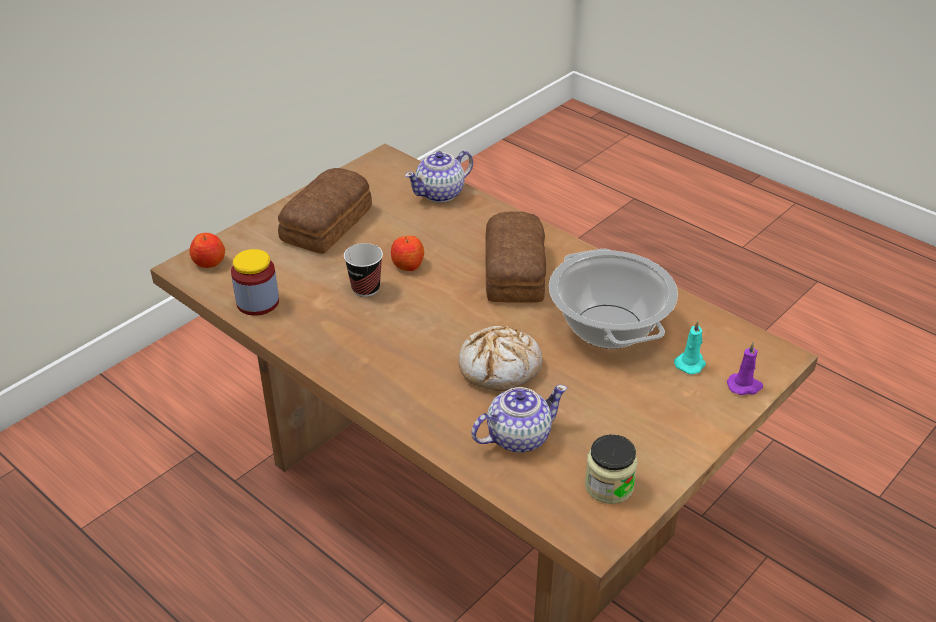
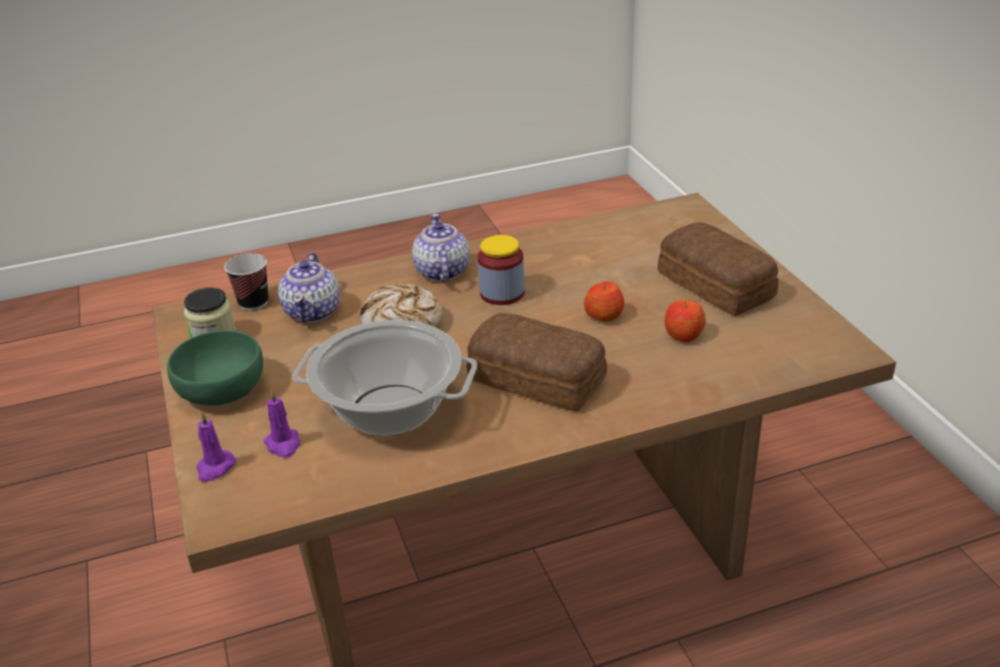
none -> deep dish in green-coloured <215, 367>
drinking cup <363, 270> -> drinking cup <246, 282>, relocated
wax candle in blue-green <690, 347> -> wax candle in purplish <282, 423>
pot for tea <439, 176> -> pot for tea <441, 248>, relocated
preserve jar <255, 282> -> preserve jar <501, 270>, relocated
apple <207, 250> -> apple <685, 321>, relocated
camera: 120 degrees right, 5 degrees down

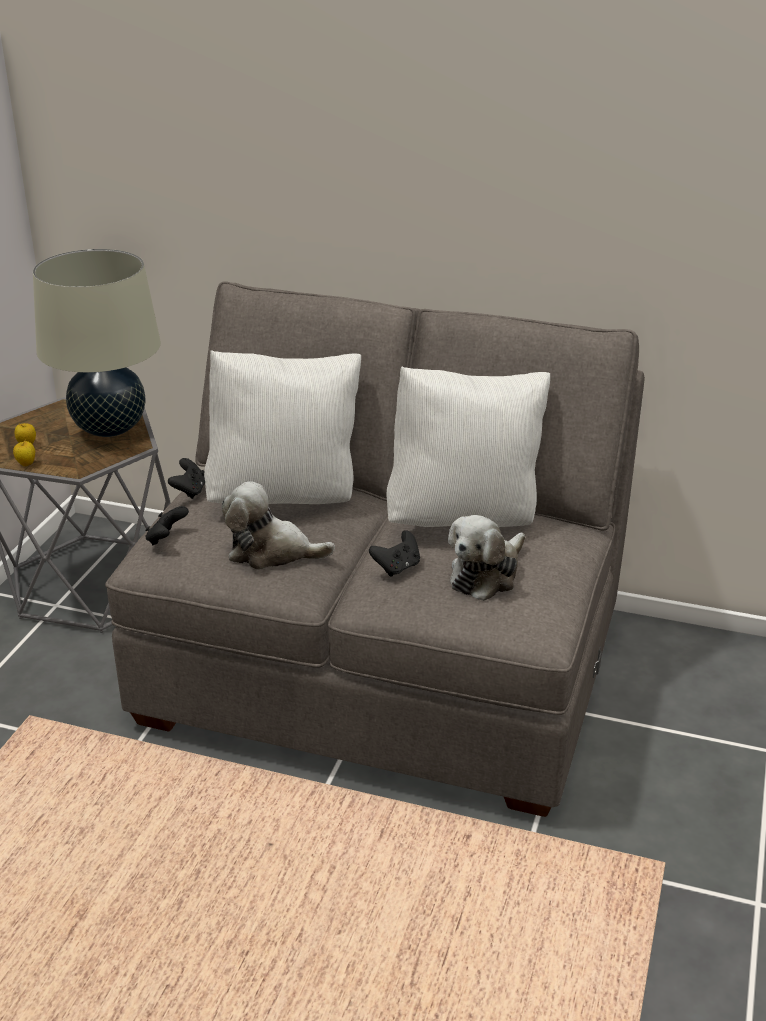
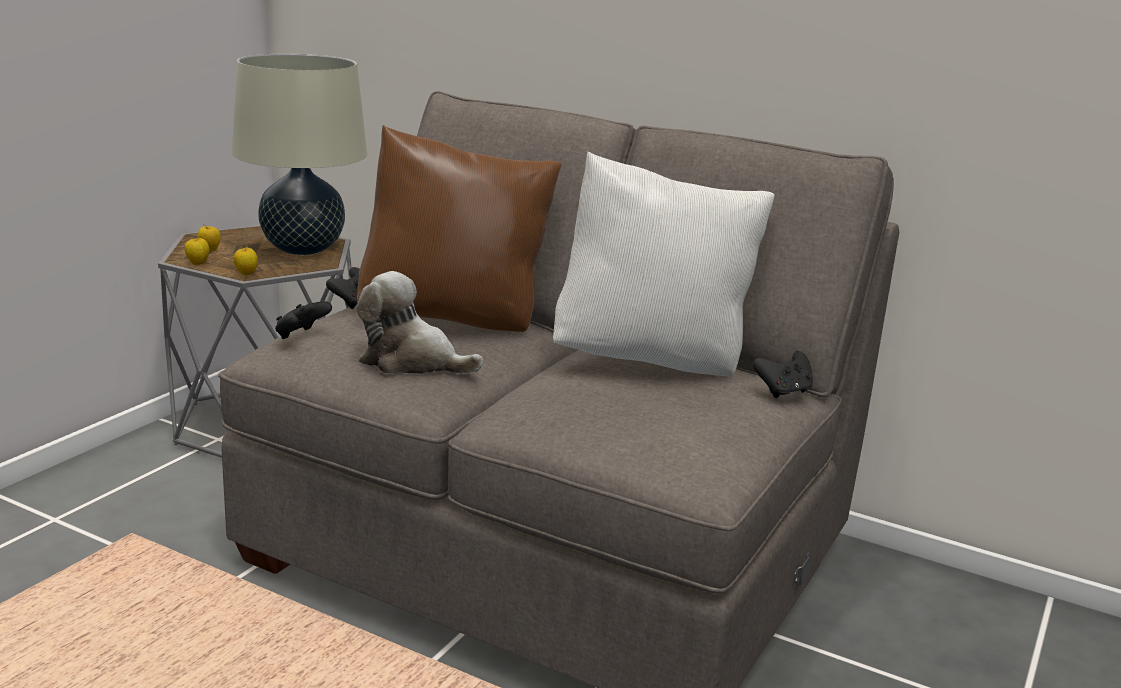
none -> apple <245, 260>
pillow in white-coloured <282, 427> -> pillow in brownish <459, 228>
gamepad in blackish <394, 553> -> gamepad in blackish <783, 374>, relocated
cuddly toy <486, 558> -> none
camera: 10 degrees right, 10 degrees down

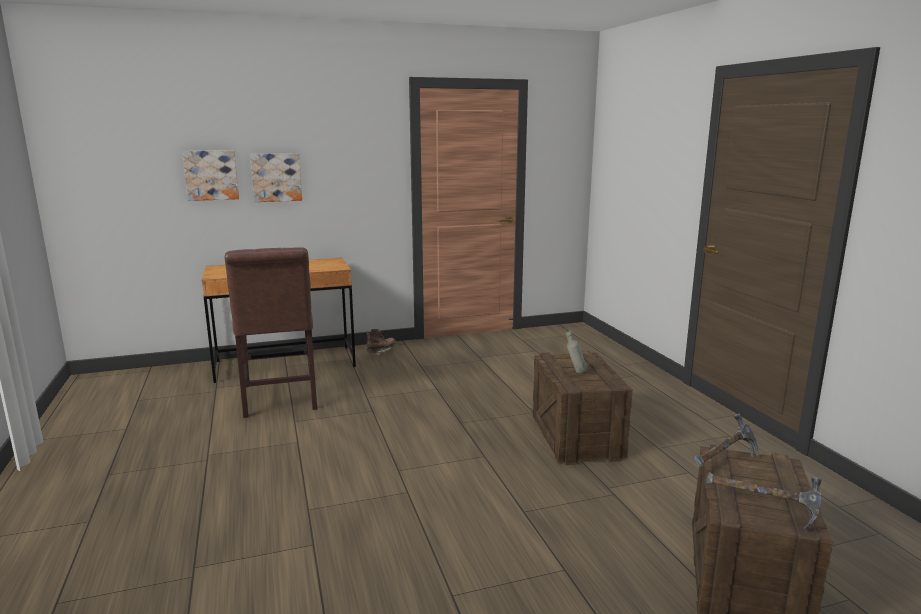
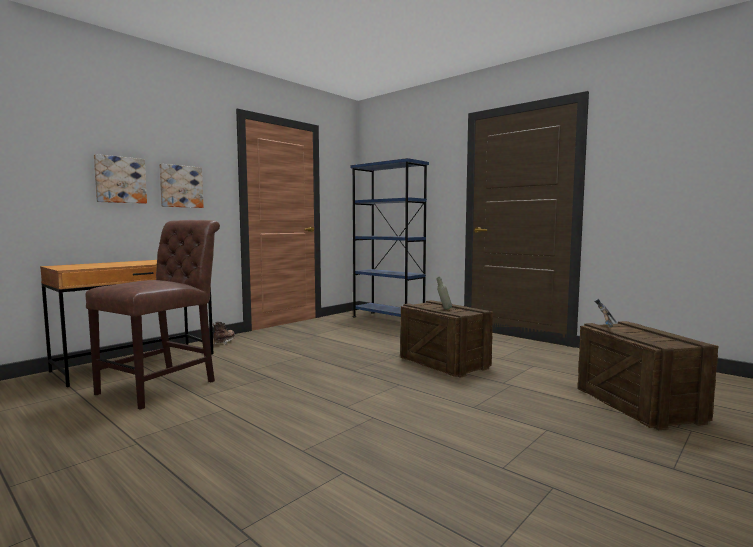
plain chair in brownish <271, 332> -> plain chair in brownish <152, 315>, 105 degrees counterclockwise
picture <210, 175> -> picture <181, 186>, relocated
none -> bookshelf in blue-coloured <390, 237>
tool hammer <764, 500> -> none
camera: 30 degrees left, 10 degrees down

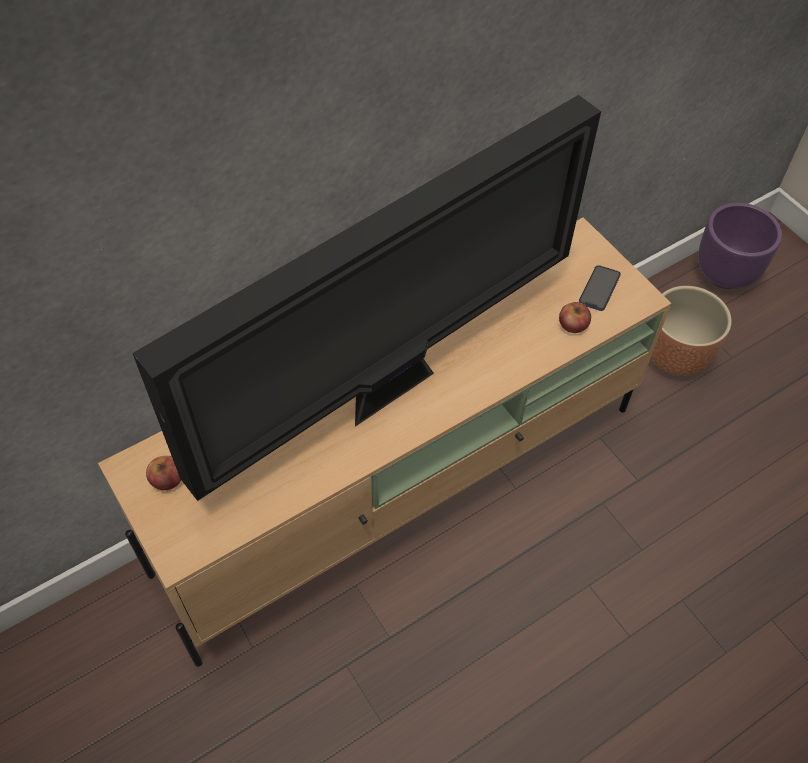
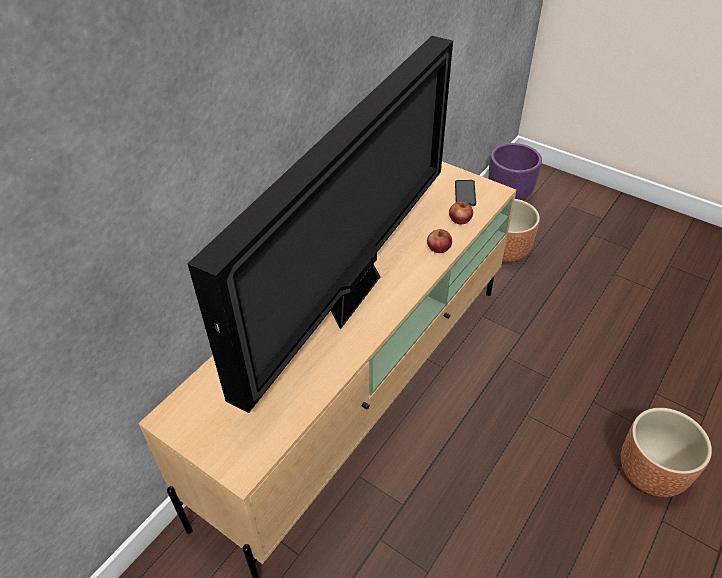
apple <163, 473> -> apple <439, 241>, relocated
none -> flower pot in brownish <666, 452>
camera: 20 degrees left, 10 degrees down

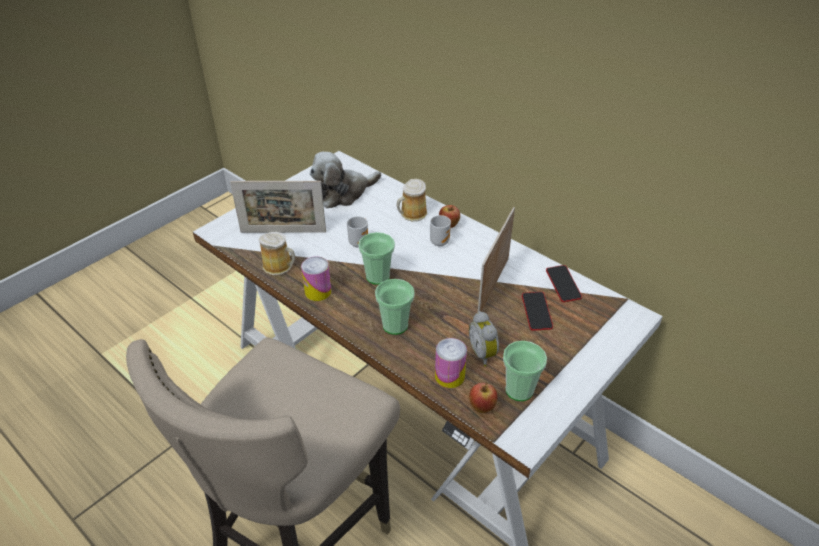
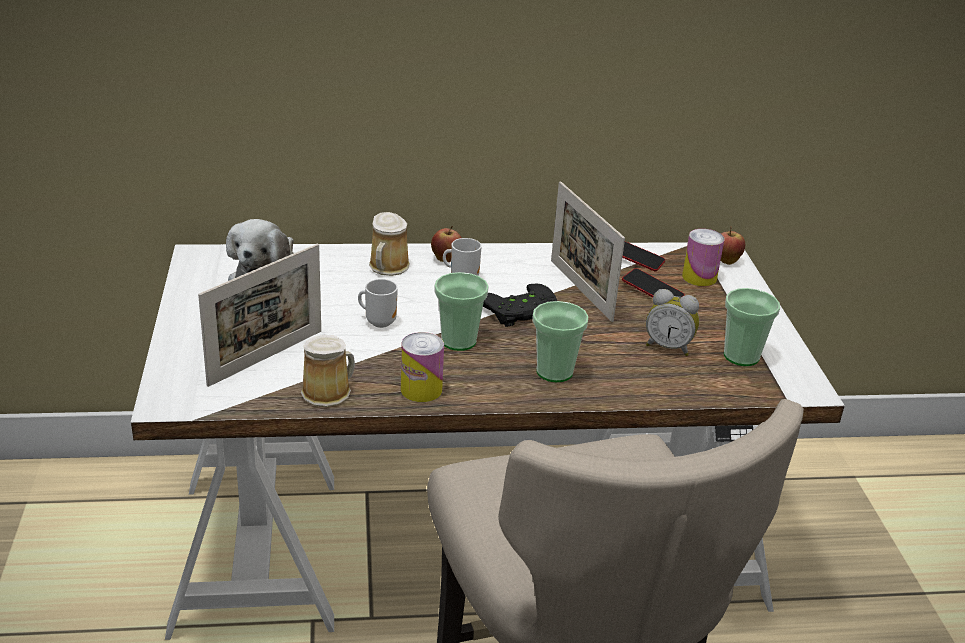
none -> gamepad in blackish <520, 305>
sealed can <451, 363> -> sealed can <703, 257>, relocated
apple <483, 398> -> apple <733, 245>, relocated
camera: 50 degrees left, 10 degrees down

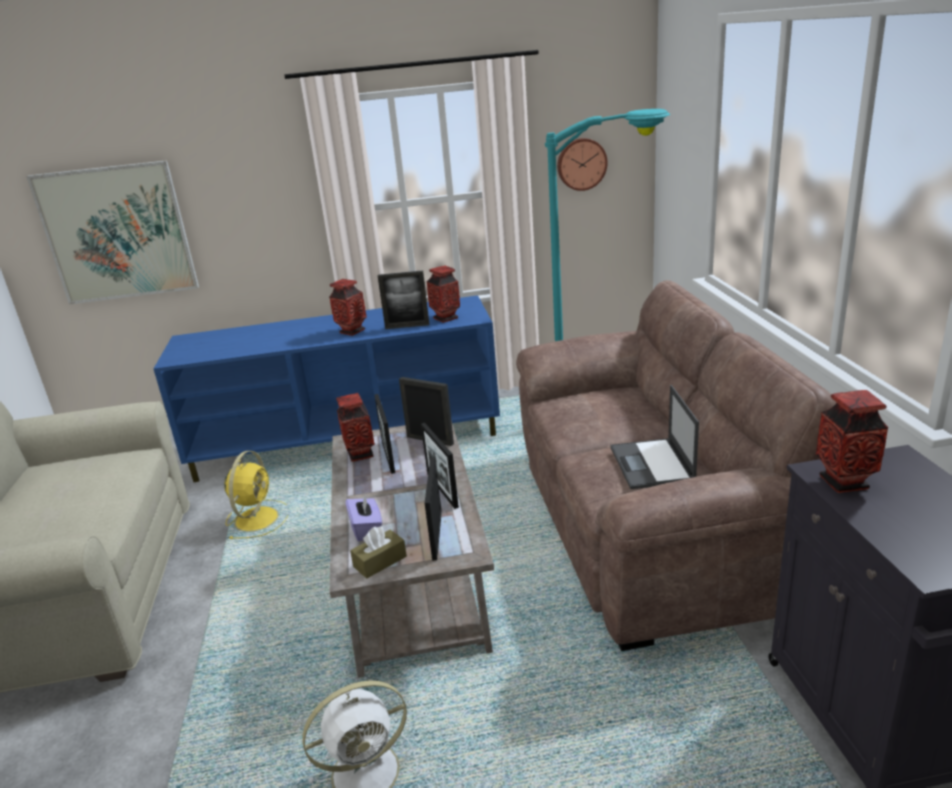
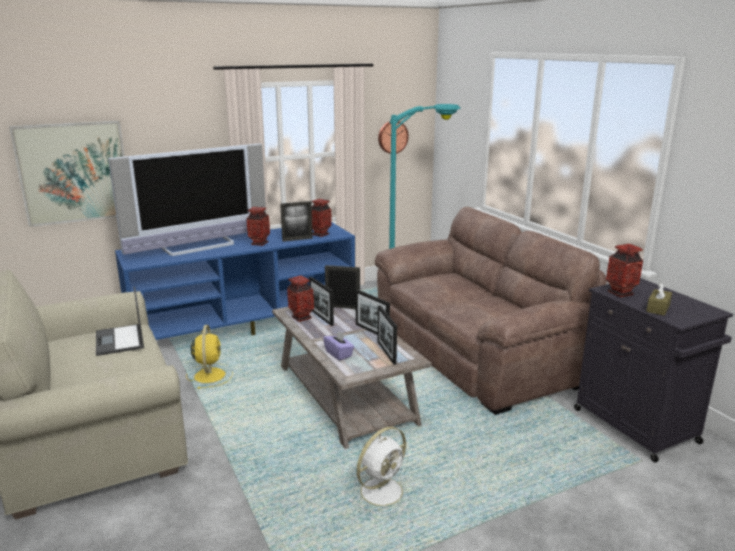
portable computer <655, 437> -> portable computer <120, 321>, relocated
none -> TV <187, 199>
tissue box in brownish <378, 552> -> tissue box in brownish <659, 299>, relocated
camera: 20 degrees left, 5 degrees down

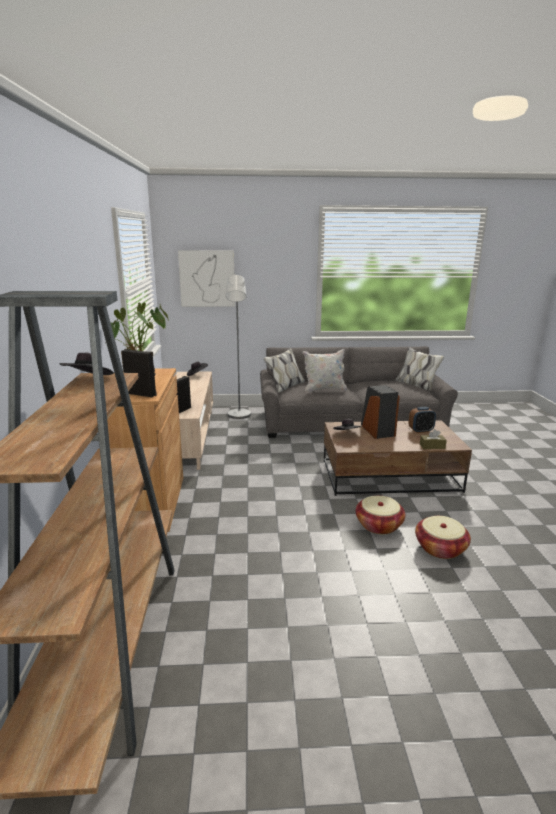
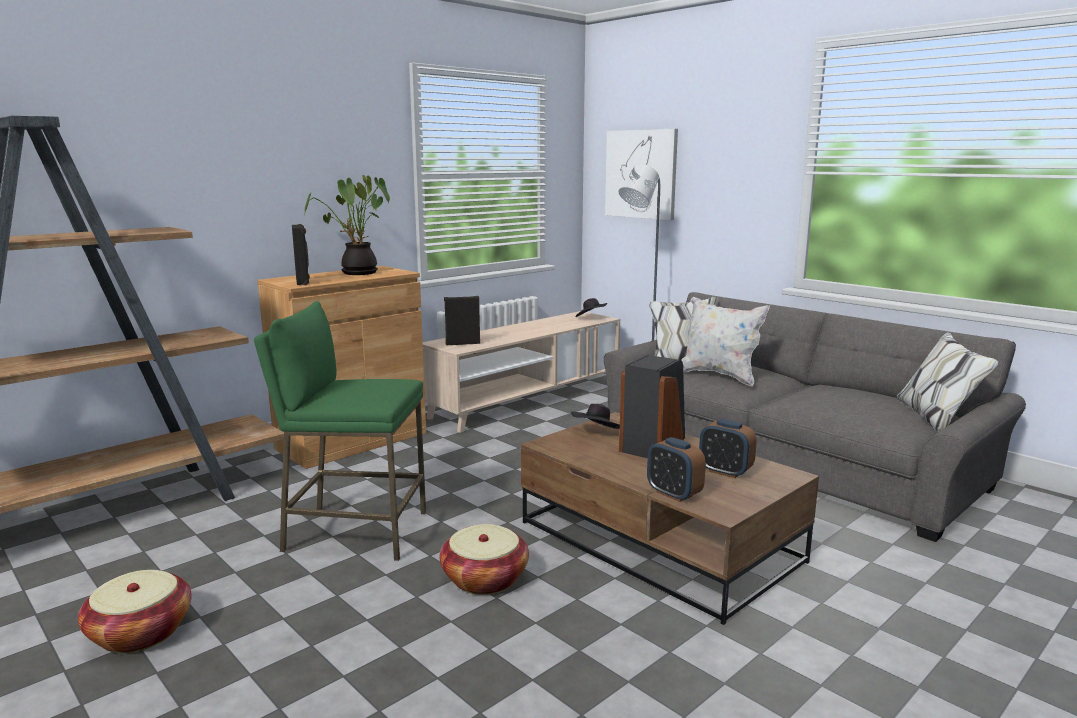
basket <443, 537> -> basket <135, 611>, relocated
none -> stool seat in green-coloured <340, 431>
tissue box in brownish <433, 439> -> alarm clock <676, 469>
wearable hat in blackish <87, 364> -> none
camera: 50 degrees right, 5 degrees down

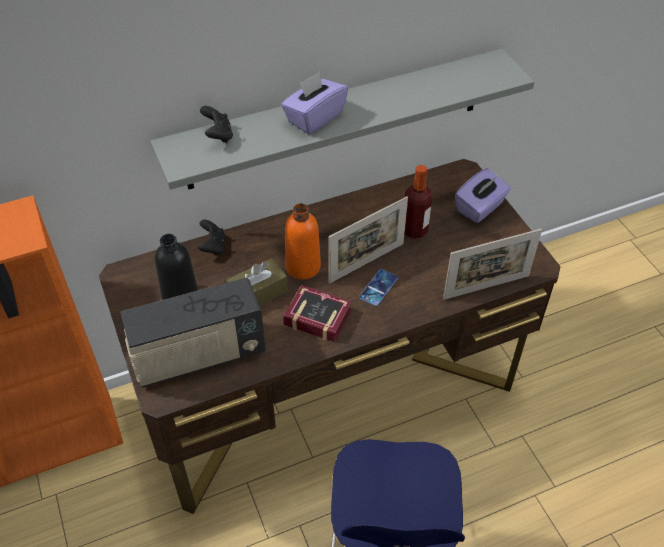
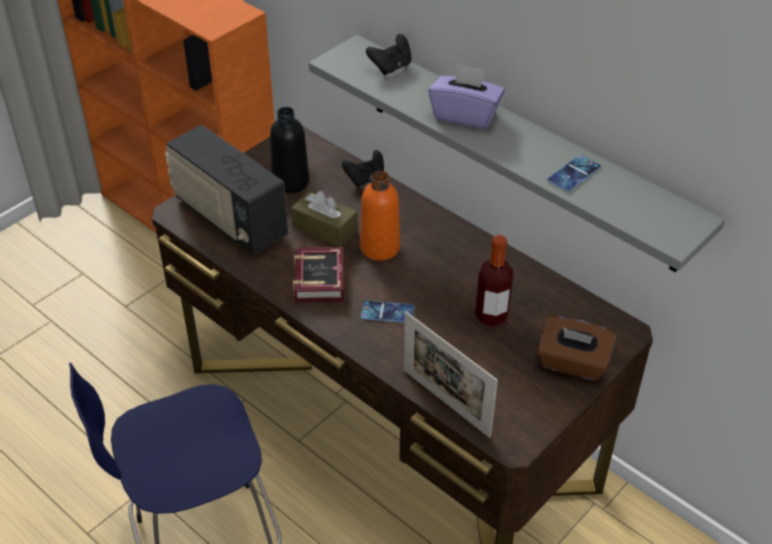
tissue box in purplish <483, 195> -> tissue box in brownish <577, 348>
none -> handset <574, 173>
photo frame <368, 239> -> none
camera: 65 degrees right, 5 degrees down

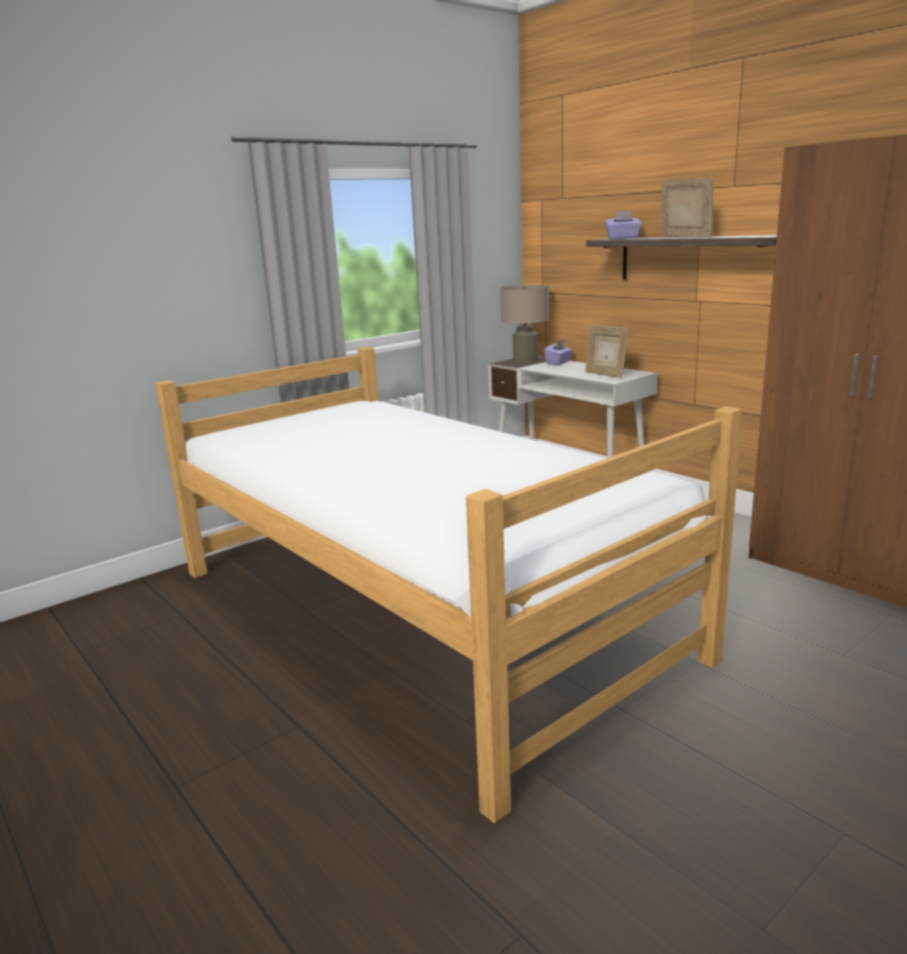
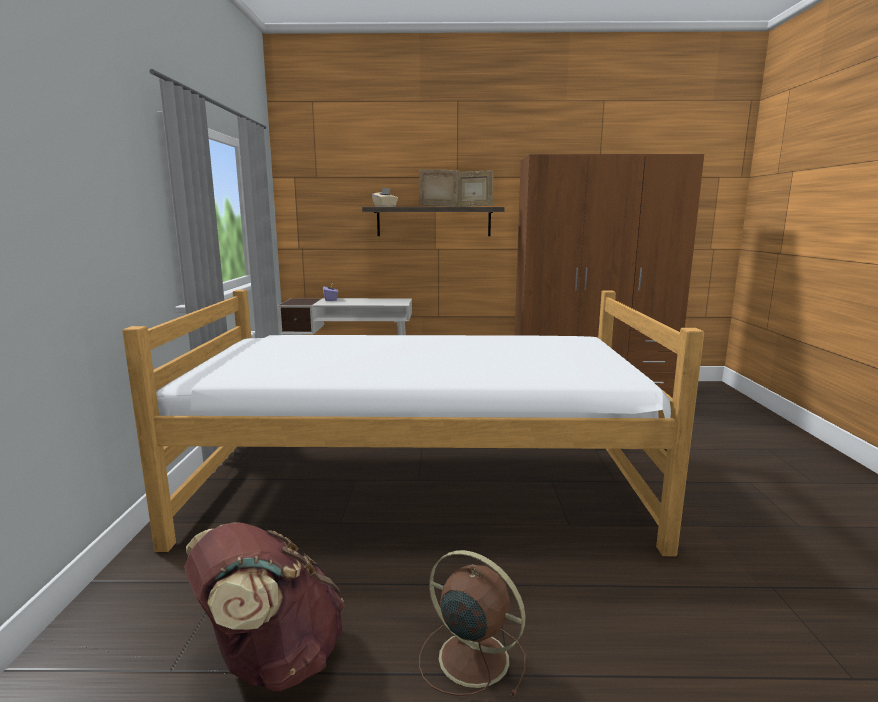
none -> rucksack in brownish <264, 606>
tissue box in purplish <623, 225> -> tissue box in beige <385, 197>
none -> electric fan in brownish <472, 623>
photo frame <606, 351> -> photo frame <475, 188>, relocated
tabletop lamp in beige <524, 324> -> none
camera: 50 degrees left, 5 degrees down

